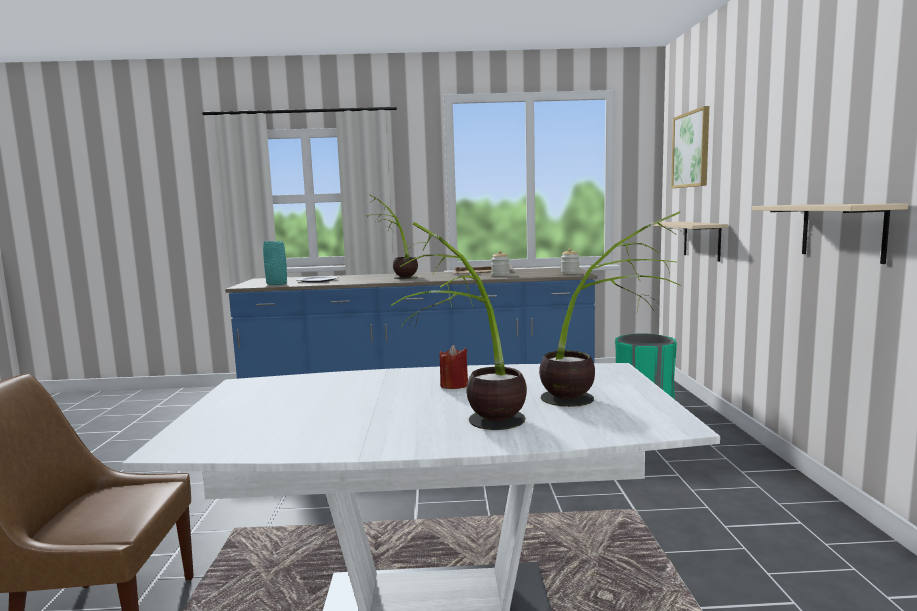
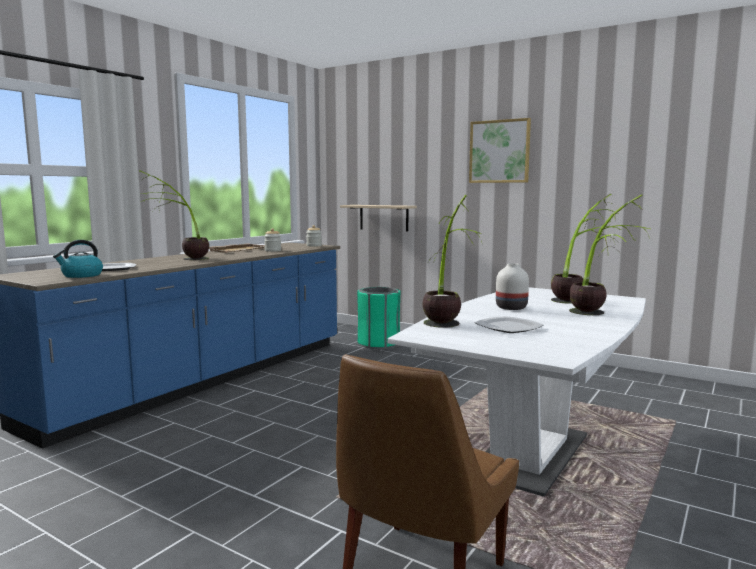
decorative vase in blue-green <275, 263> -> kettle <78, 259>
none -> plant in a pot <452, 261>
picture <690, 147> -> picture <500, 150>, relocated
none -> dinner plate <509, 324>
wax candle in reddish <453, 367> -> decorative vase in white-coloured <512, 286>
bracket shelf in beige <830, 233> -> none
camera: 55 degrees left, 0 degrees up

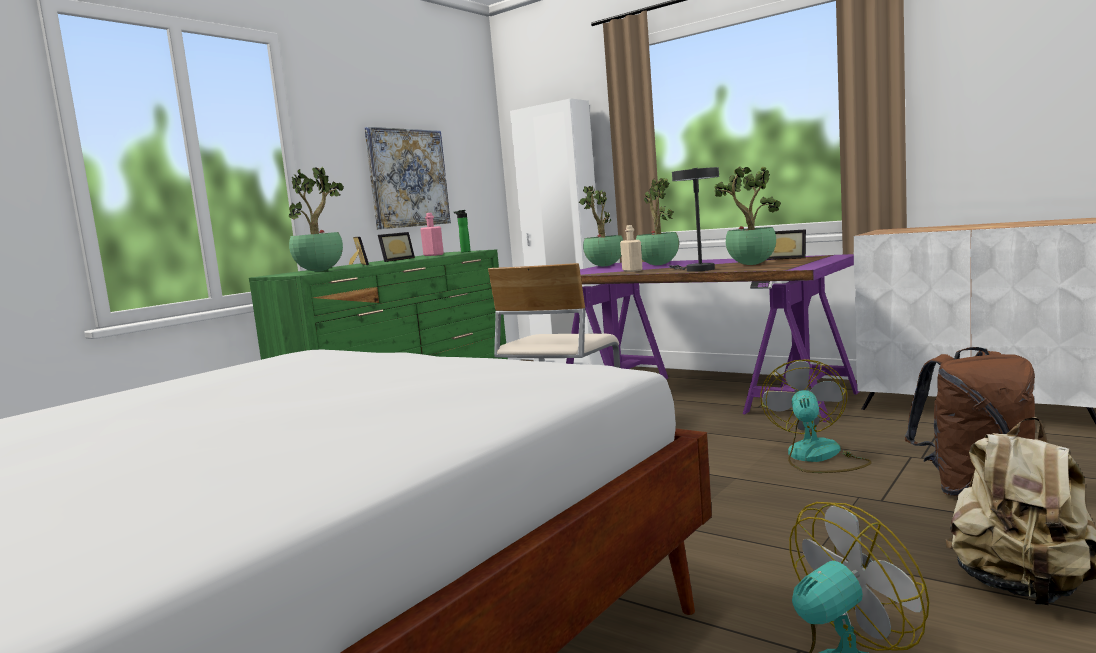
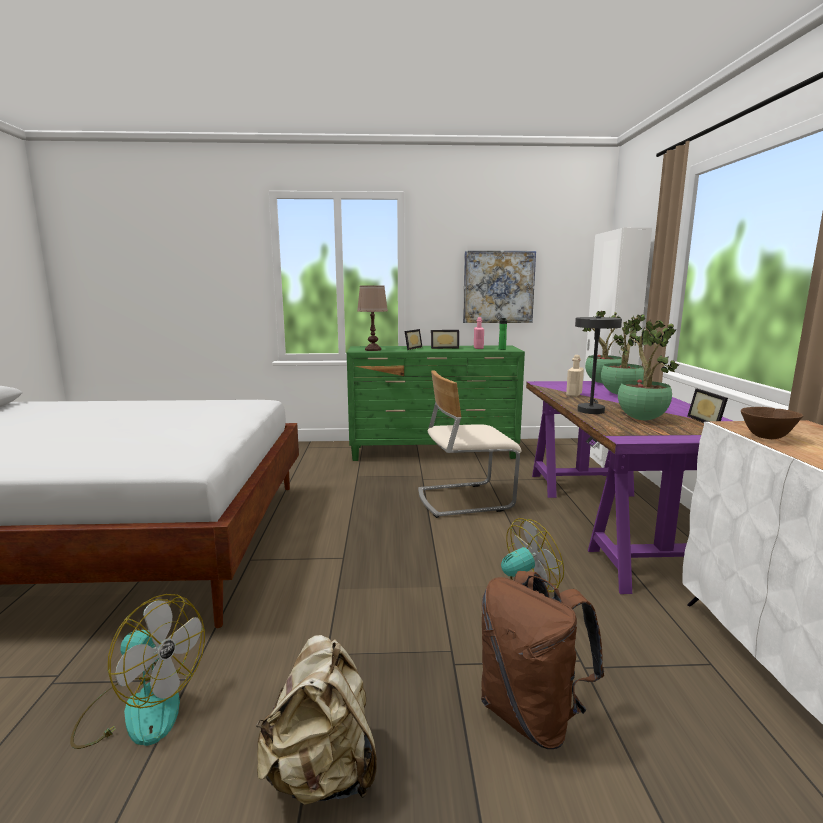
plant in a pot <316, 219> -> tabletop lamp in brownish <372, 318>
none -> deep dish in brownish <772, 423>
camera: 50 degrees right, 5 degrees up

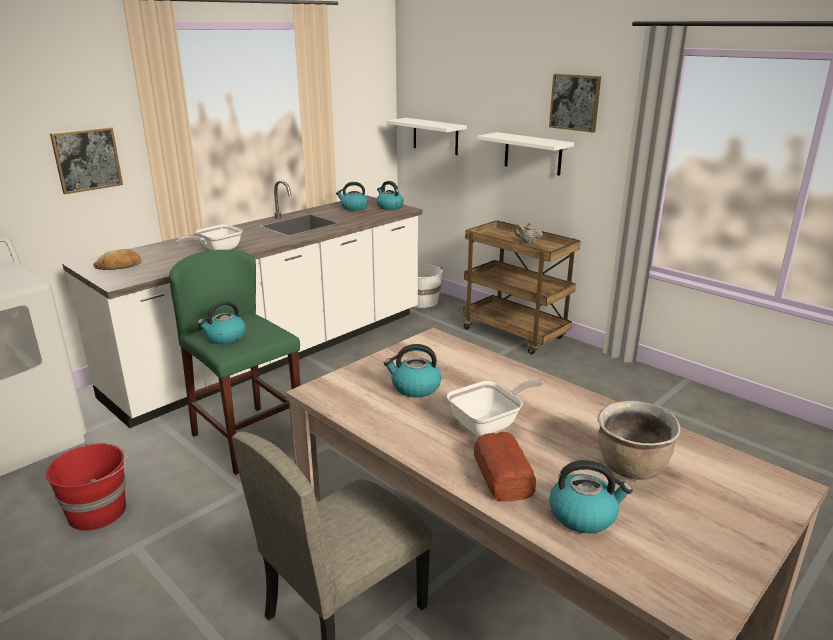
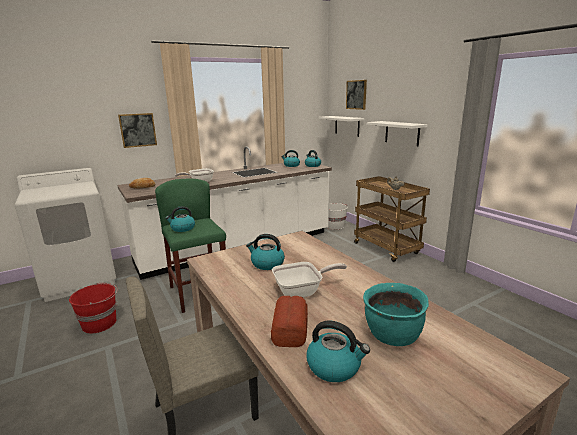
picture <575, 103> -> picture <356, 95>, relocated
saucepot in brownish <639, 440> -> saucepot in blue-green <396, 314>
camera: 15 degrees right, 5 degrees down

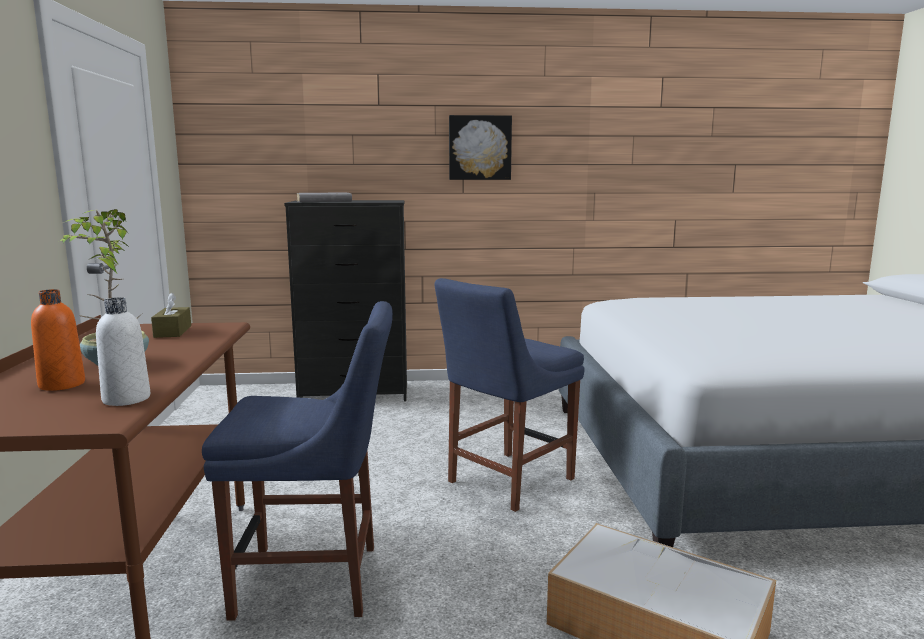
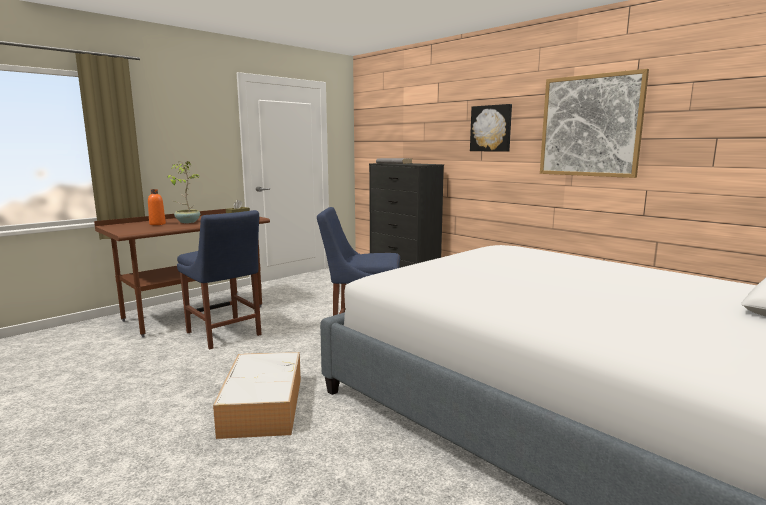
none -> picture <594, 123>
beverage bottle in white-coloured <123, 351> -> none
camera: 50 degrees right, 0 degrees up

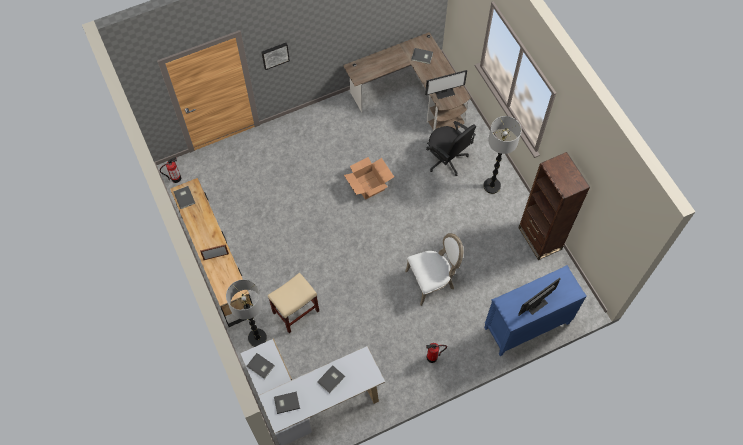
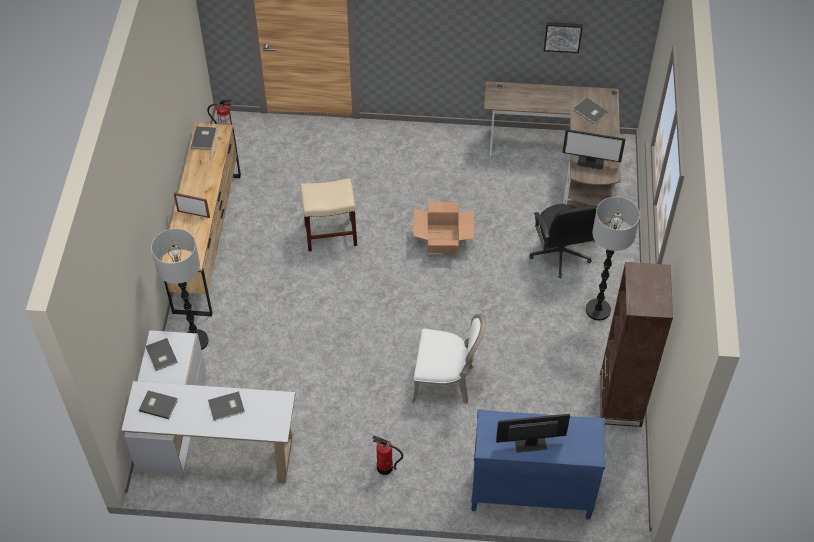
stool seat in beige <293, 303> -> stool seat in beige <328, 215>, relocated
picture <276, 56> -> picture <563, 37>, relocated
camera: 30 degrees right, 10 degrees down

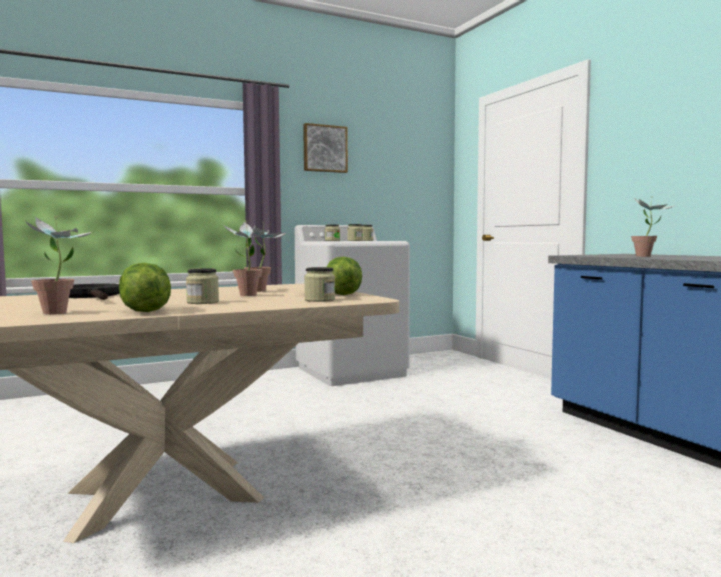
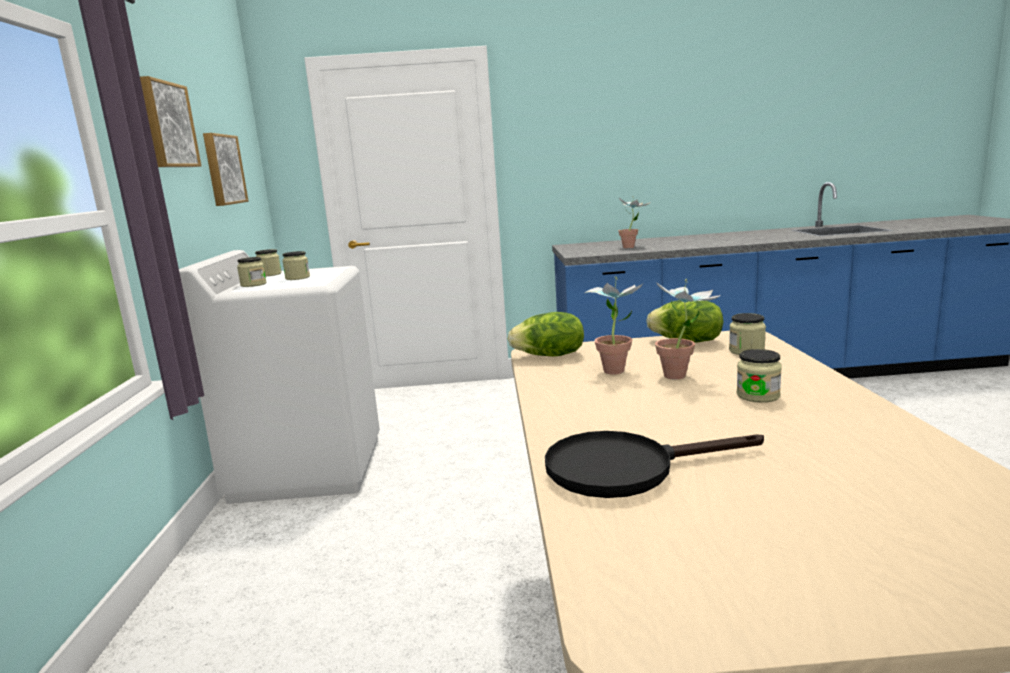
none -> picture <226, 169>
lettuce <145, 287> -> lettuce <546, 334>, relocated
plant in a pot <60, 265> -> none
camera: 65 degrees left, 10 degrees up

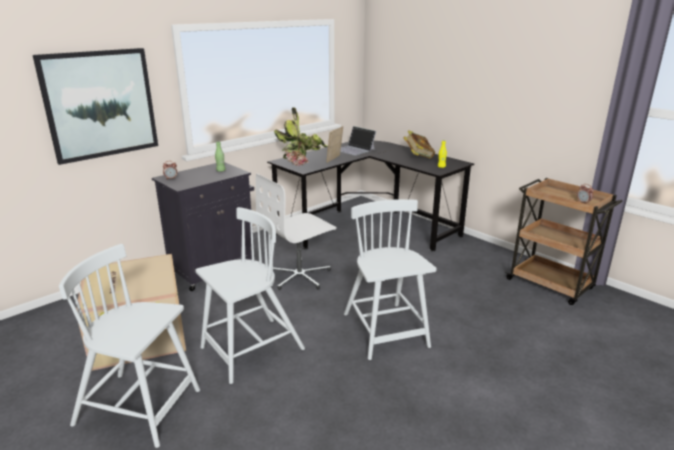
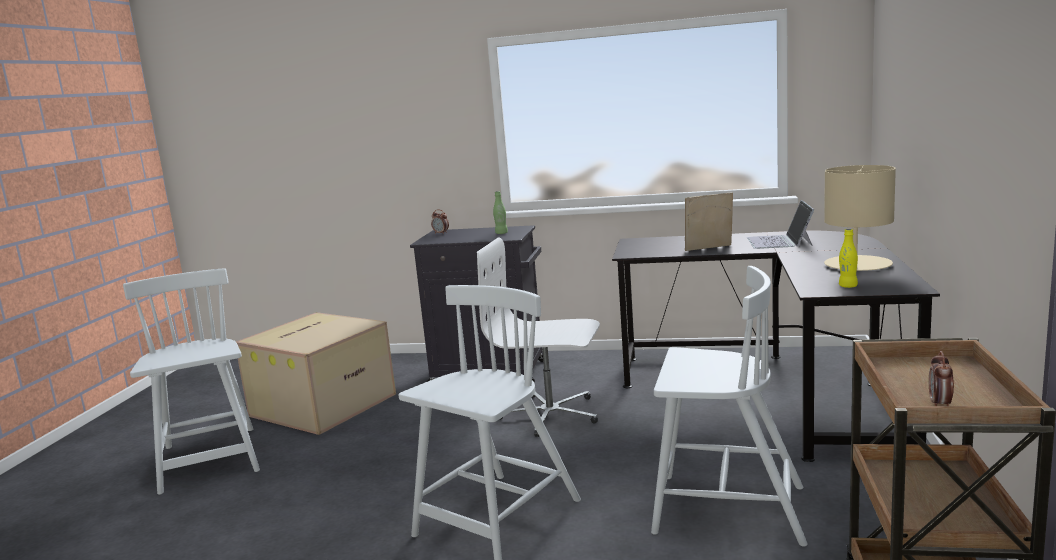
plain chair in white-coloured <250, 295> -> plain chair in white-coloured <729, 406>, relocated
bound book <419, 144> -> tabletop lamp in beige <860, 218>
picture <95, 106> -> none
plant in a pot <301, 136> -> none
camera: 55 degrees right, 10 degrees down

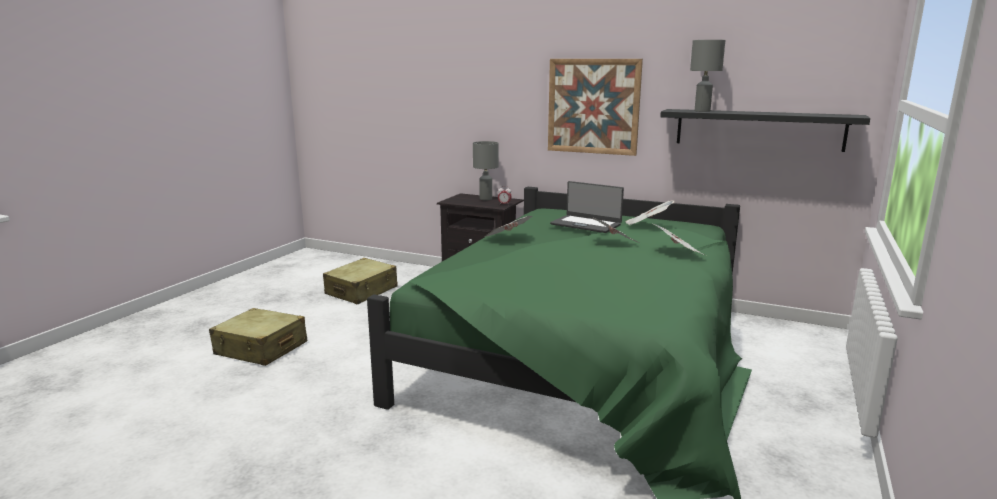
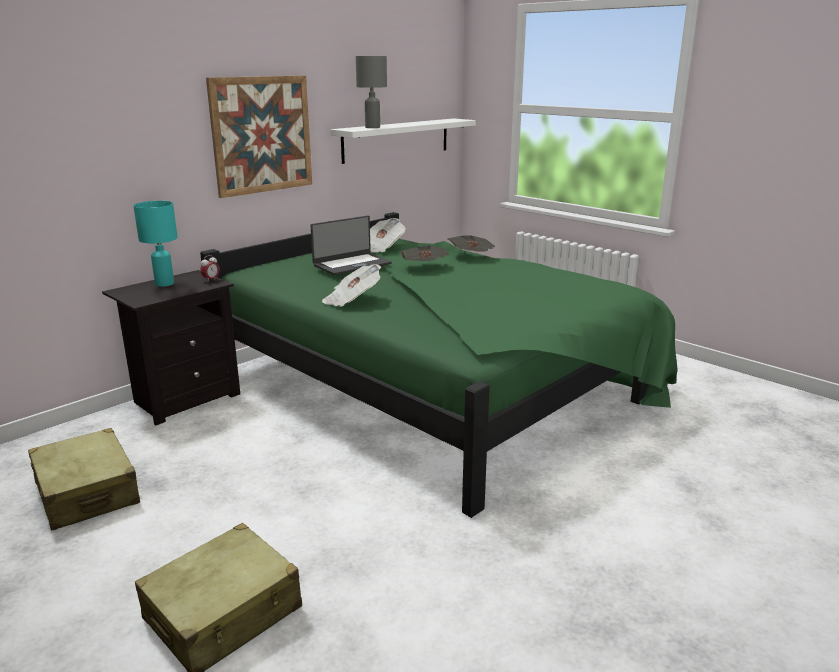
tabletop lamp in gray <486, 171> -> tabletop lamp in blue-green <155, 244>
bracket shelf in blackish <765, 130> -> bracket shelf in white-coloured <403, 141>
camera: 70 degrees left, 5 degrees up

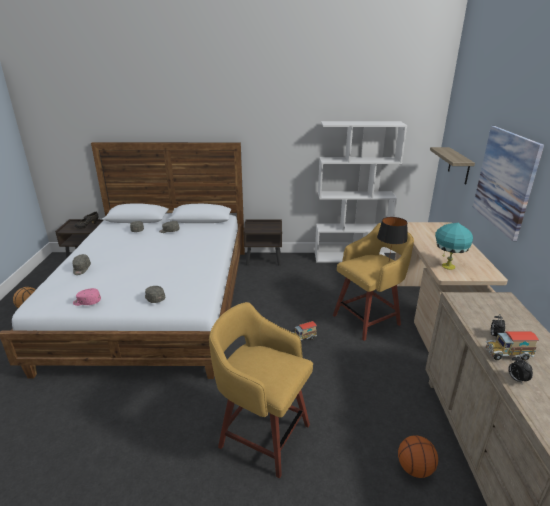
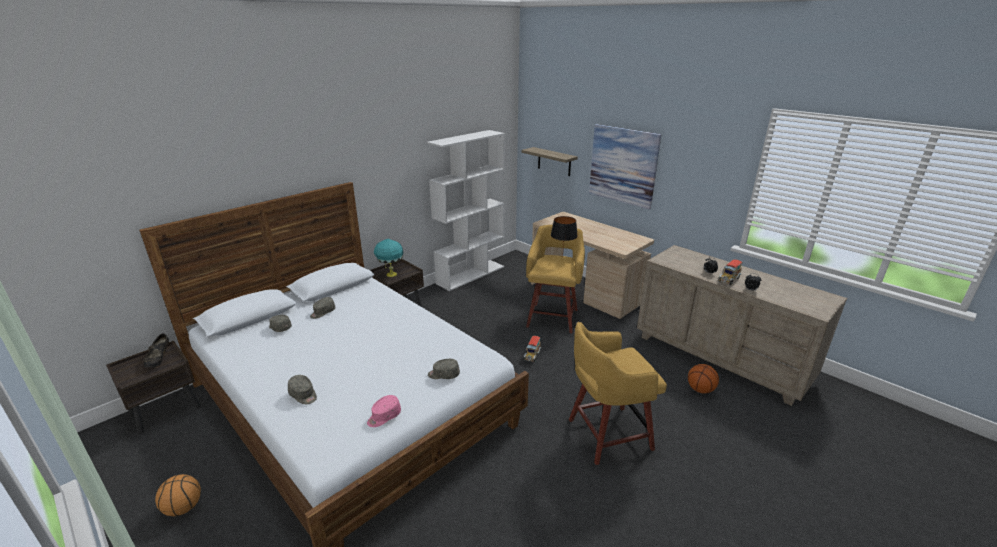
tabletop lamp in blue-green <454, 246> -> tabletop lamp in blue-green <388, 257>, relocated
camera: 45 degrees left, 0 degrees up

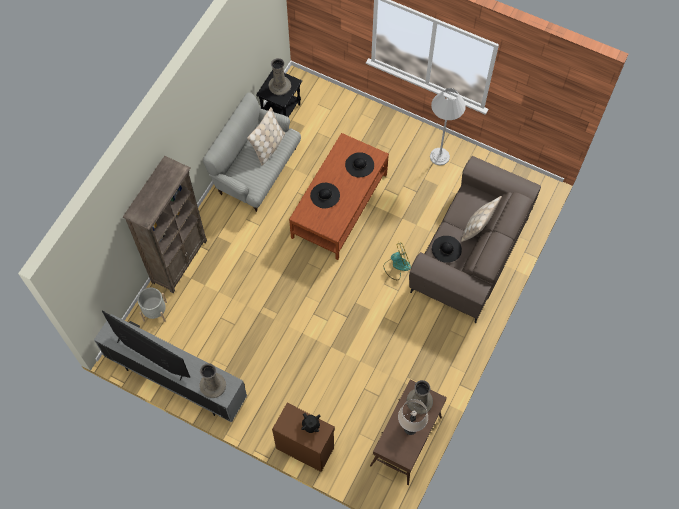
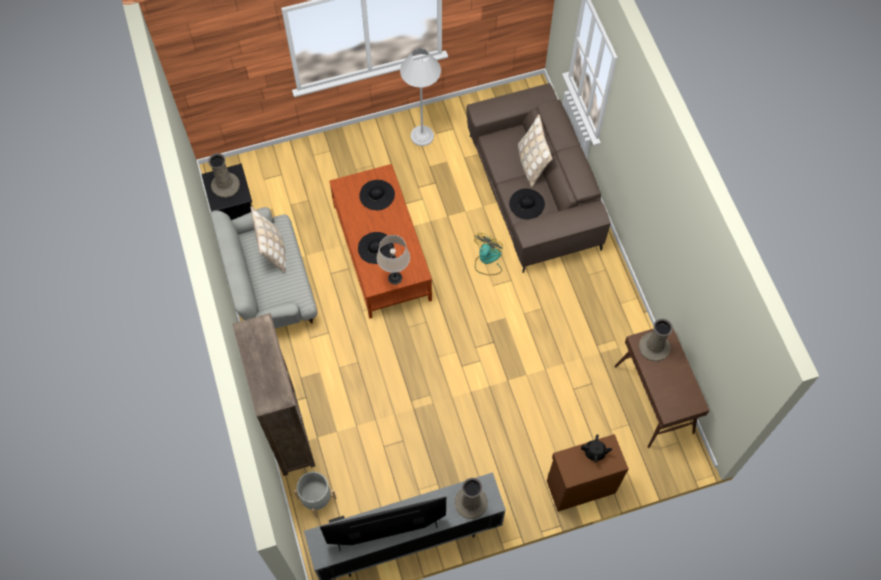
tabletop lamp in beige <413, 417> -> tabletop lamp in beige <393, 260>, relocated
camera: 45 degrees left, 0 degrees up

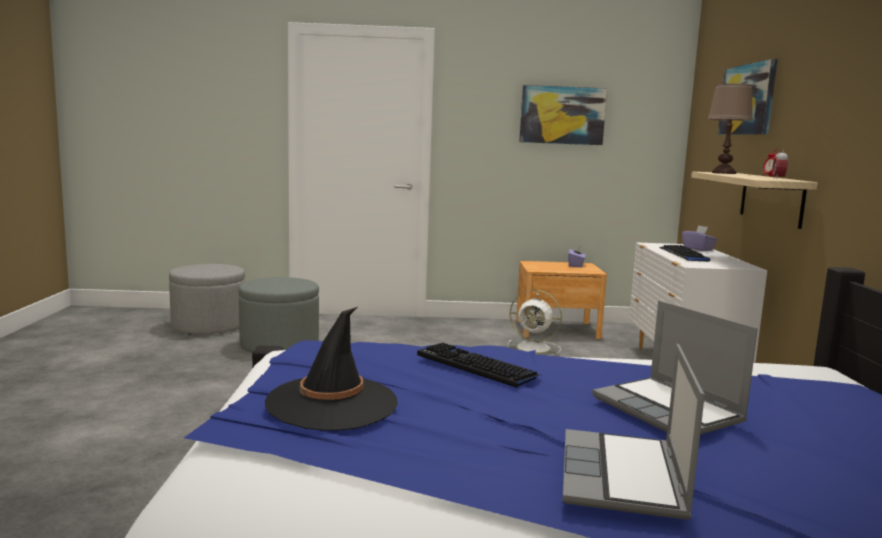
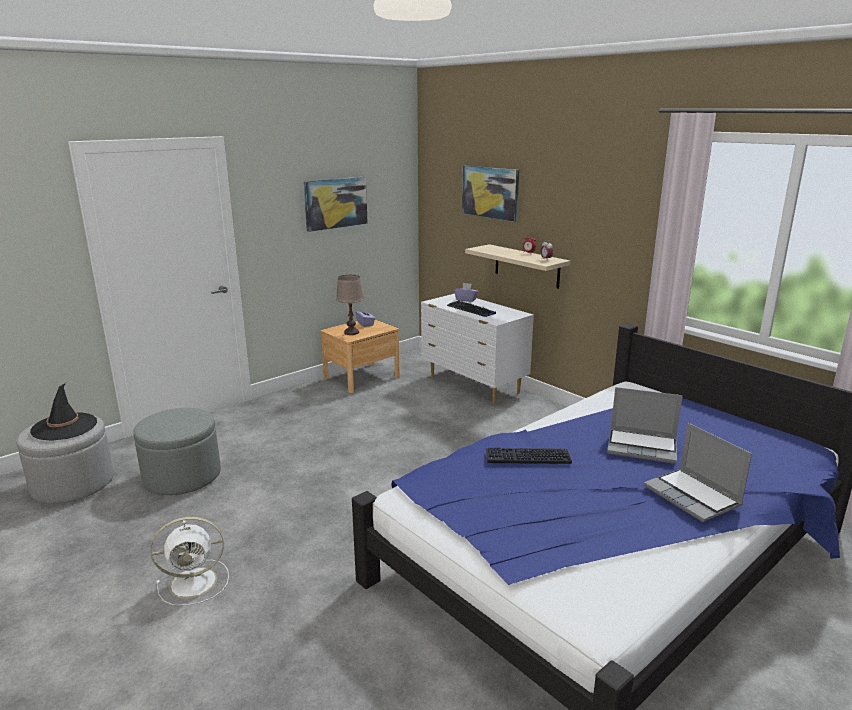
wearable hat in blackish <331, 369> -> wearable hat in blackish <63, 412>, relocated
electric fan in white-coloured <534, 323> -> electric fan in white-coloured <190, 561>, relocated
tabletop lamp in brownish <730, 128> -> tabletop lamp in brownish <350, 305>, relocated
camera: 40 degrees left, 10 degrees up

